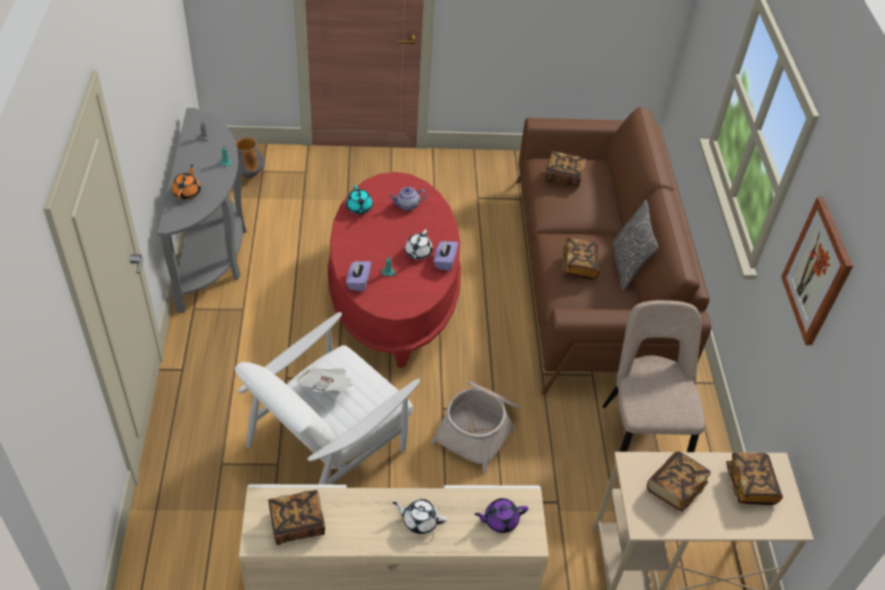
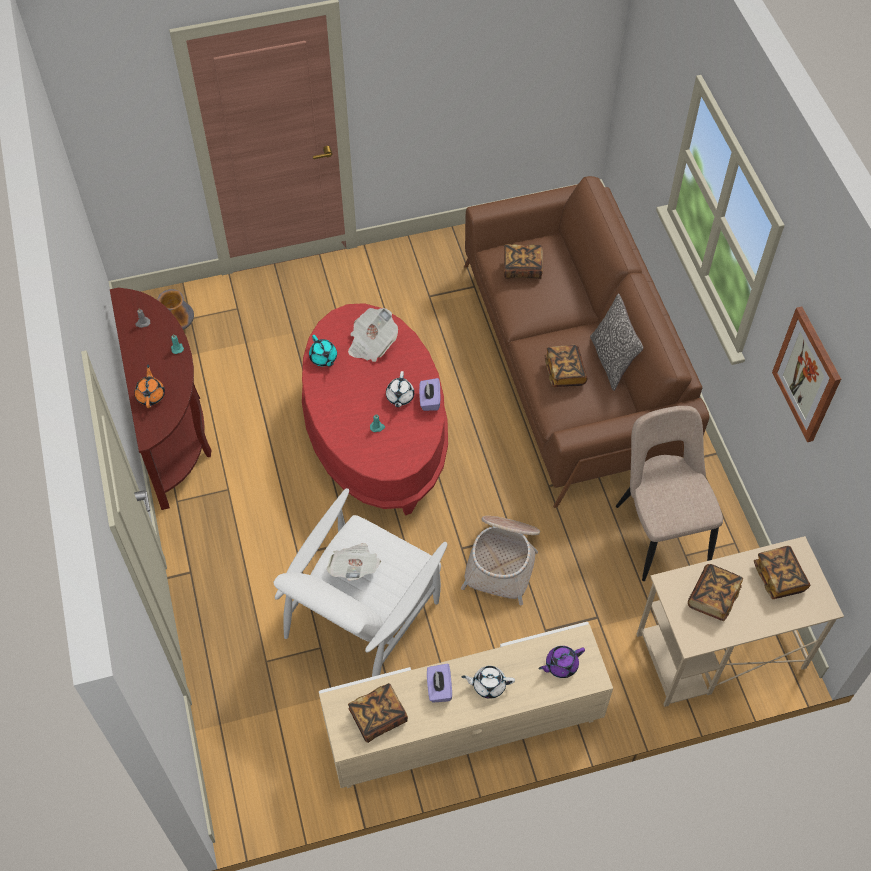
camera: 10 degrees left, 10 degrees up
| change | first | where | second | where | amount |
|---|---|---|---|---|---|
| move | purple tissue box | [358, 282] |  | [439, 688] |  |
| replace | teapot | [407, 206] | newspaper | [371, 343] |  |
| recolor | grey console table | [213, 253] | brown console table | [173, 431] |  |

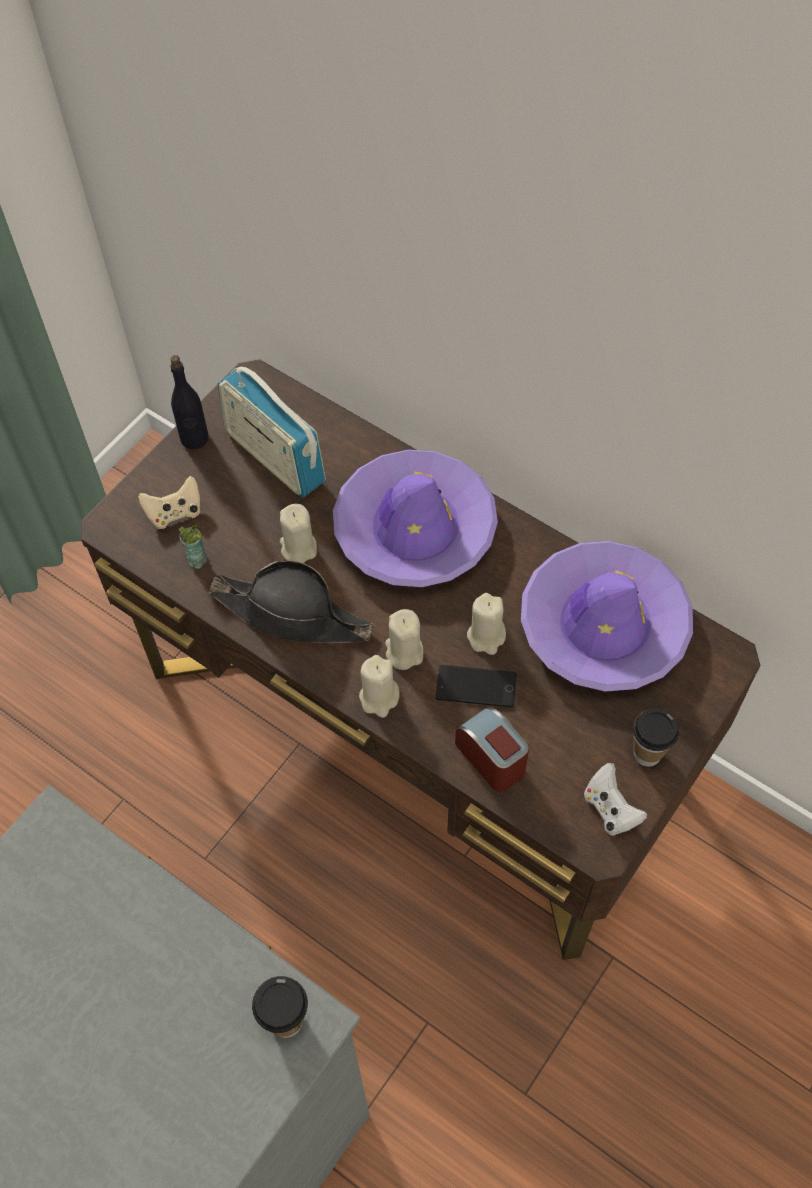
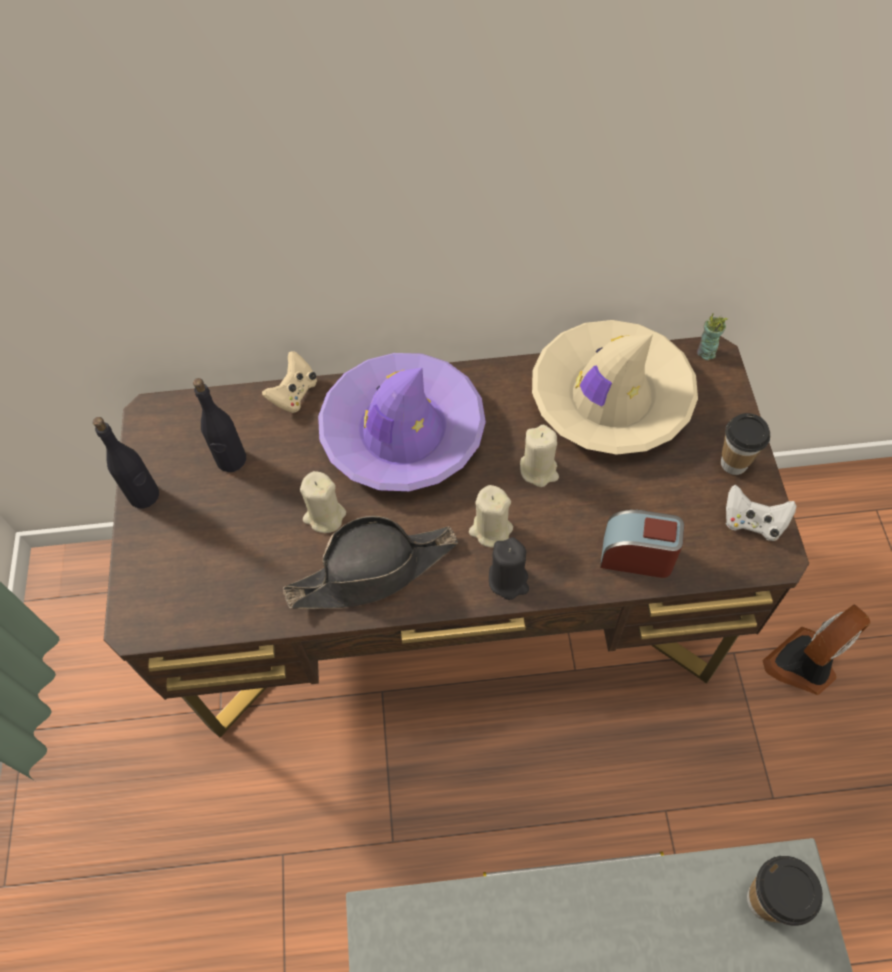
camera: 40 degrees left, 0 degrees up
| change | first | where | second | where | amount |
|---|---|---|---|---|---|
| delete | phone | [476, 686] |  |  |  |
| insert |  |  | fan | [804, 665] |  |
| move | beige game controller | [175, 513] |  | [294, 394] |  |
| move | cup | [197, 559] |  | [706, 352] |  |
| replace | radio | [274, 457] | black bottle | [231, 460] |  |
| recolor | beige candle | [379, 698] | black candle | [508, 580] |  |
| recolor | purple hat | [603, 625] | beige hat | [611, 398] |  |

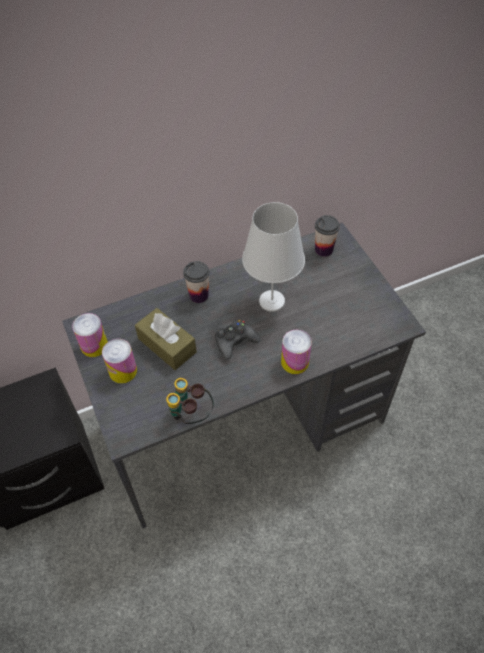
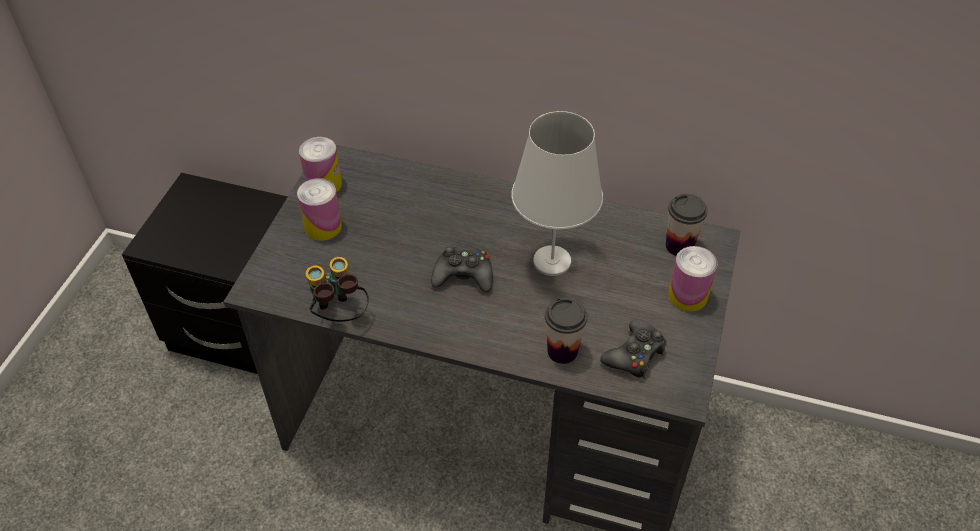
camera: 40 degrees right, 5 degrees down
| change | first | where | second | where | amount |
|---|---|---|---|---|---|
| delete | brown tissue box | [167, 345] |  |  |  |
| insert |  |  | black game controller | [635, 355] |  |
| move | cup | [199, 295] |  | [562, 351] |  |
| move | can | [295, 362] |  | [688, 295] |  |

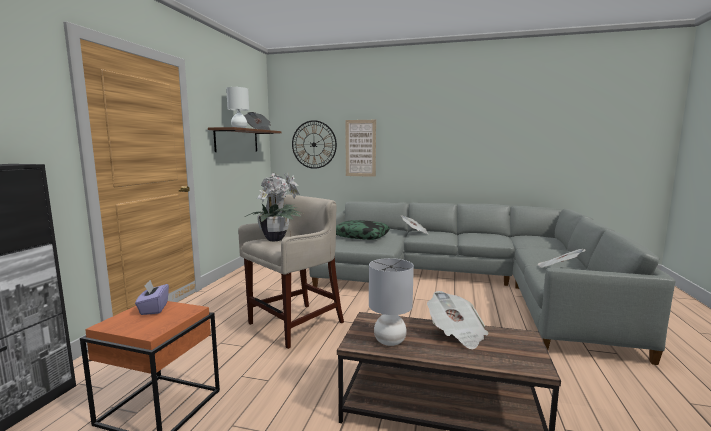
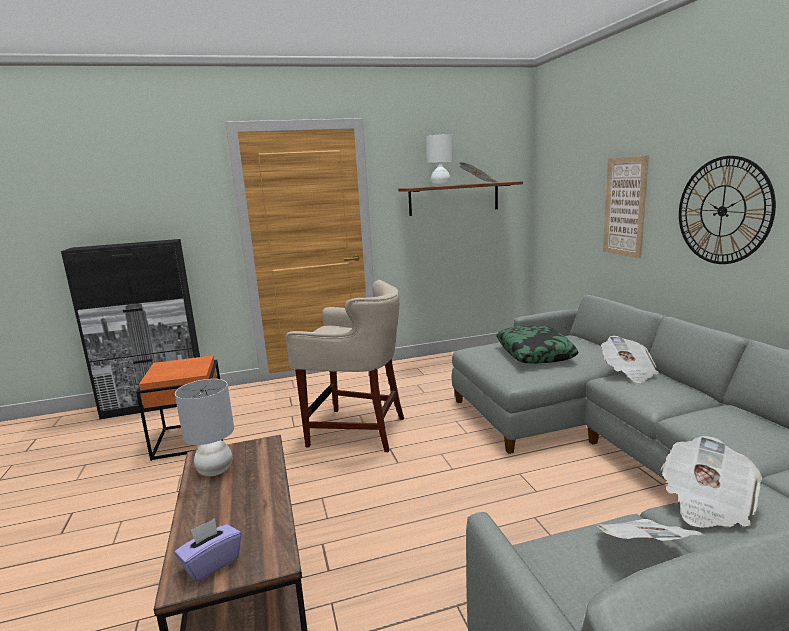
camera: 60 degrees right, 5 degrees up
| change | first | where | second | where | amount |
|---|---|---|---|---|---|
| delete | potted plant | [277, 239] |  |  |  |
| move | purple tissue box | [153, 308] |  | [211, 563] |  |
| move | wall clock | [314, 144] |  | [722, 211] |  |
| move | newspaper | [456, 334] |  | [706, 503] |  |

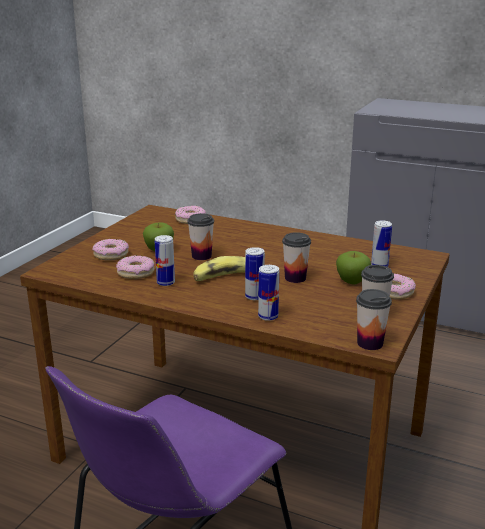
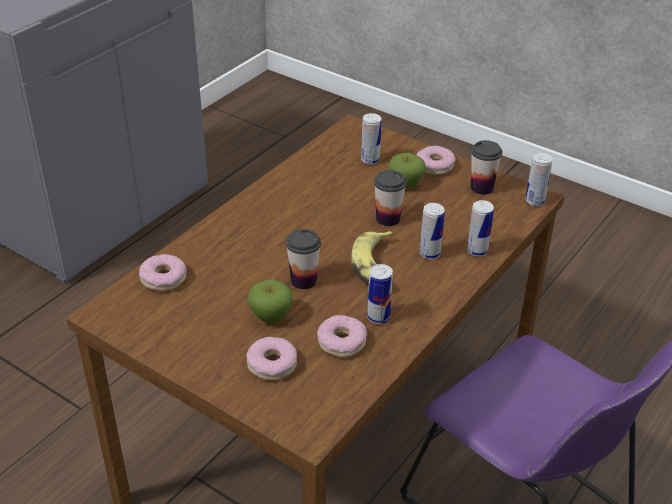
camera: 80 degrees left, 15 degrees up
| change | first | where | second | where | amount |
|---|---|---|---|---|---|
| replace | cup | [370, 343] | can | [535, 201] |  |

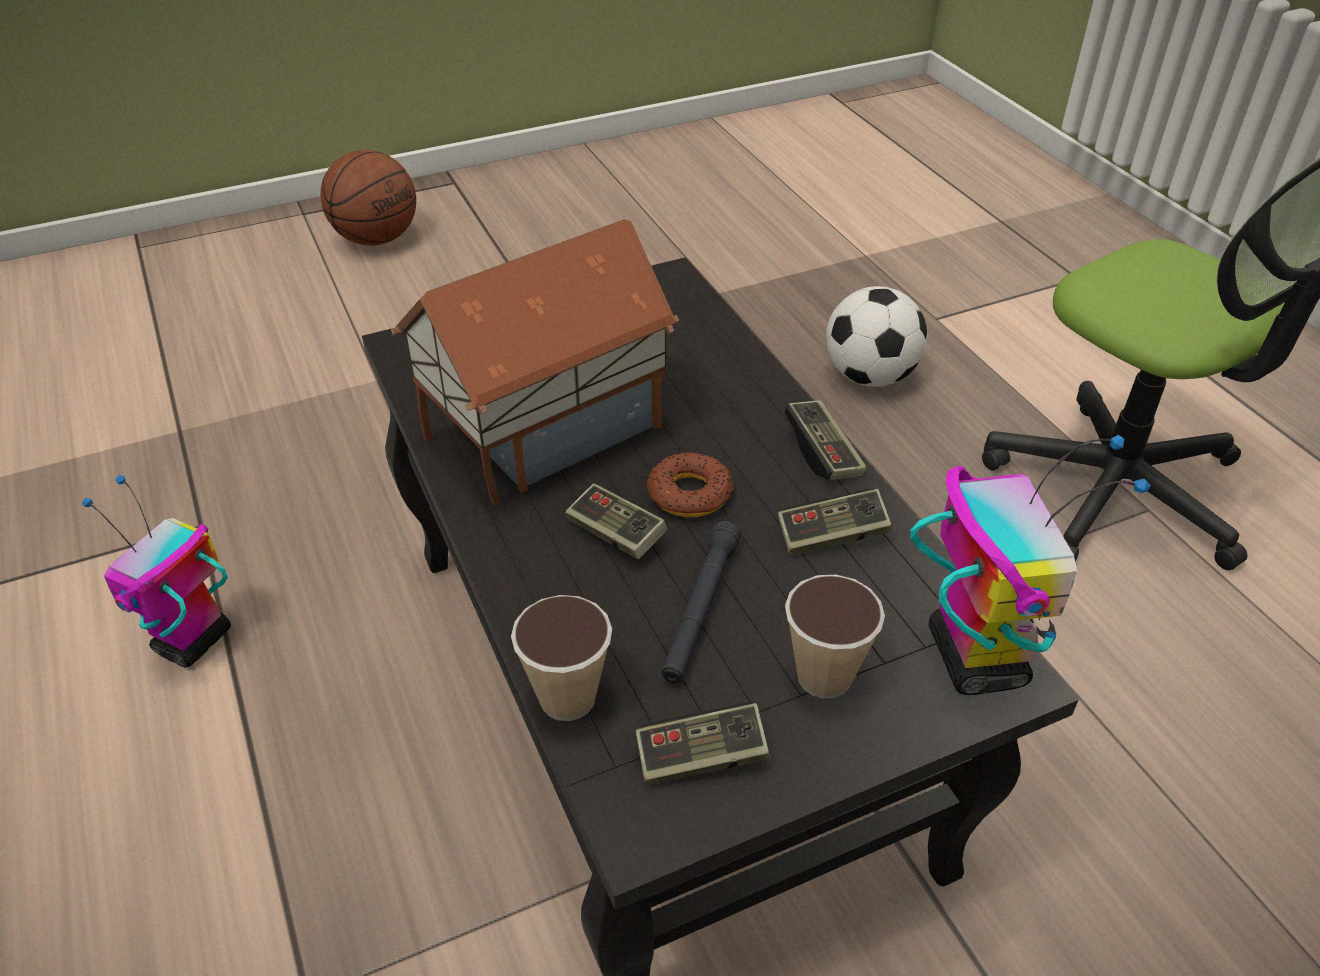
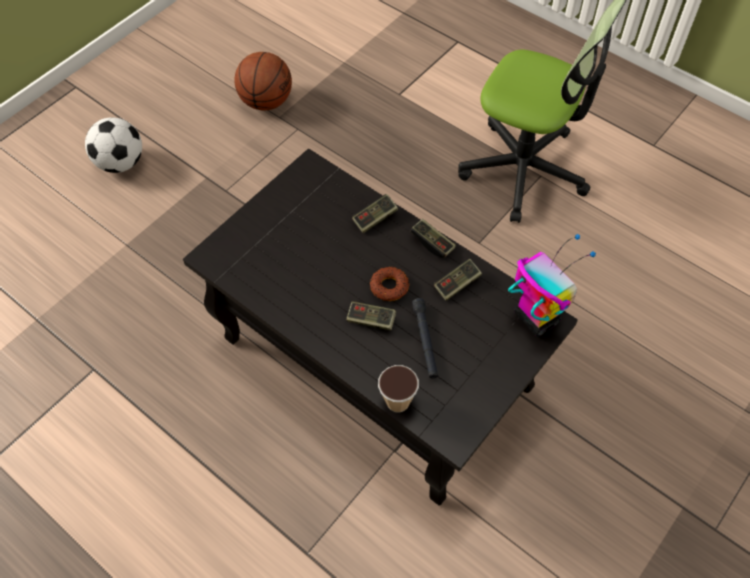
camera: 25 degrees left, 15 degrees up
| change | first | where | second | where | amount |
|---|---|---|---|---|---|
| delete | toy robot | [192, 643] |  |  |  |
| delete | toy house | [542, 431] |  |  |  |
| delete | cup | [824, 676] |  |  |  |
| move | basketball | [377, 238] |  | [266, 101] |  |
| move | game controller | [701, 757] |  | [375, 218] |  |
| move | football | [869, 376] |  | [121, 163] |  |

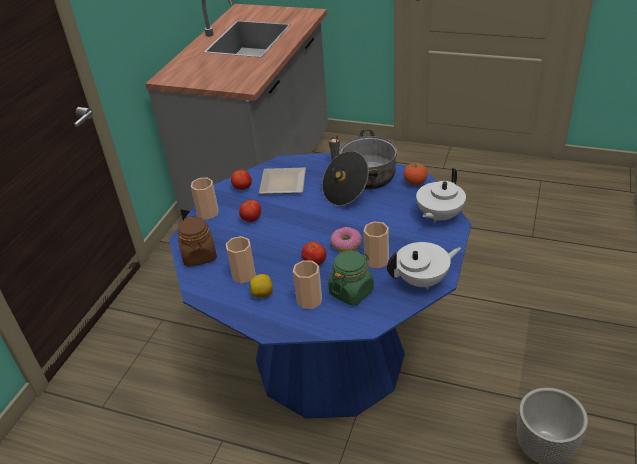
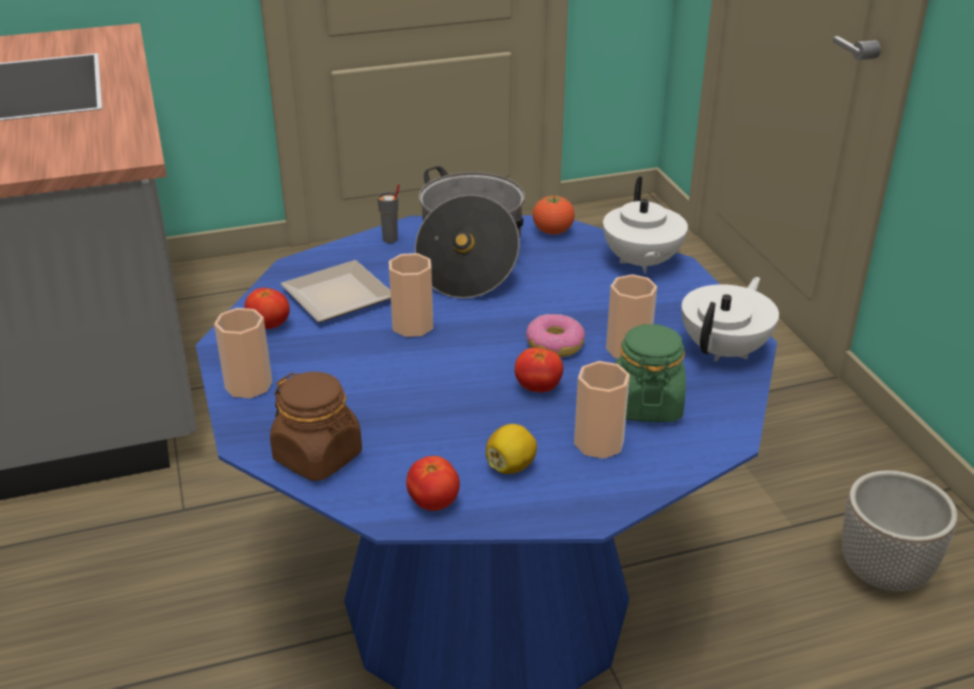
camera: 40 degrees left, 5 degrees down
| change | first | where | second | where | amount |
|---|---|---|---|---|---|
| move | cup | [243, 275] |  | [412, 325] |  |
| move | tomato | [251, 219] |  | [433, 502] |  |

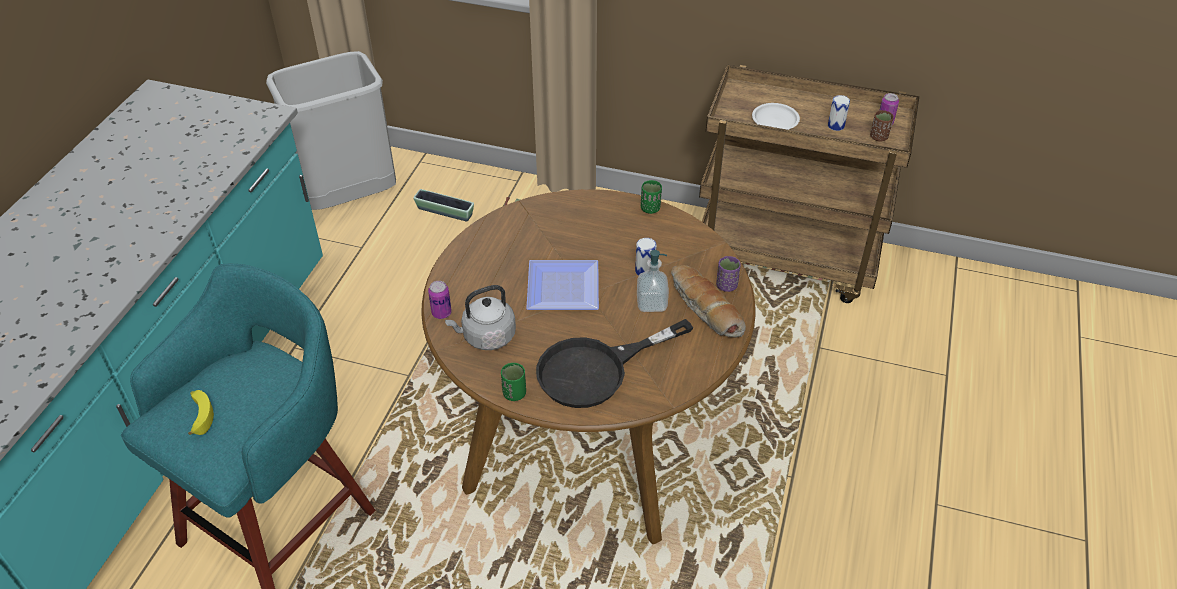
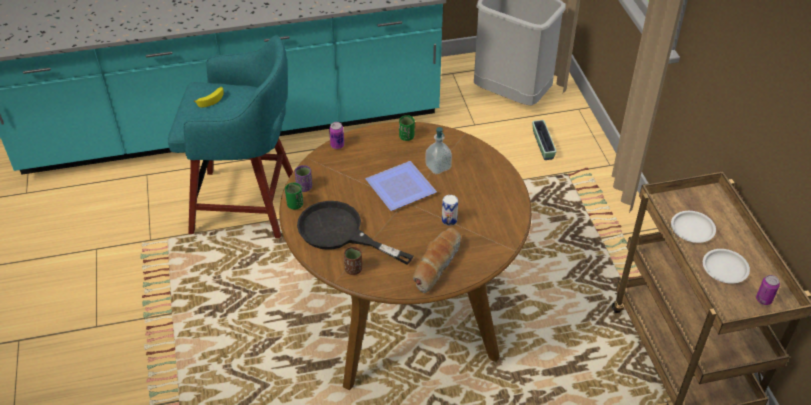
camera: 60 degrees right, 0 degrees up
| change | first | where | second | where | amount |
|---|---|---|---|---|---|
| delete | grey kettle | [486, 337] |  |  |  |
| move | soap dispenser | [651, 303] |  | [438, 167] |  |
| move | green cup | [650, 208] |  | [406, 137] |  |
| move | purple cup | [726, 285] |  | [304, 187] |  |
| move | brown cup | [878, 137] |  | [353, 269] |  |
| replace | can | [836, 126] | white plate | [725, 269] |  |

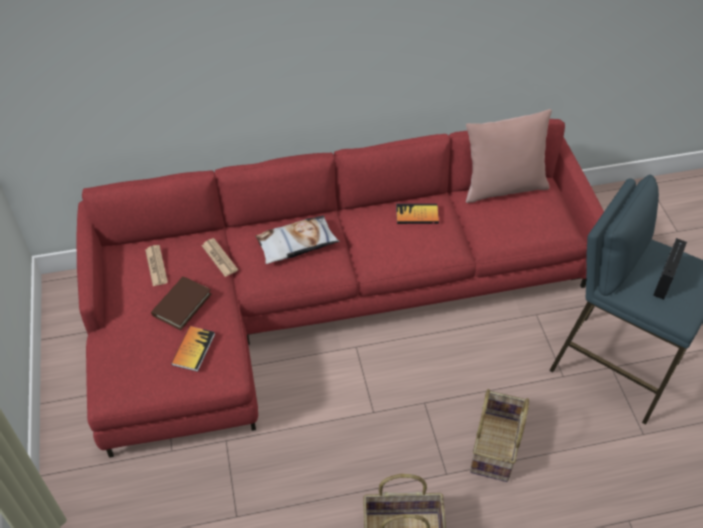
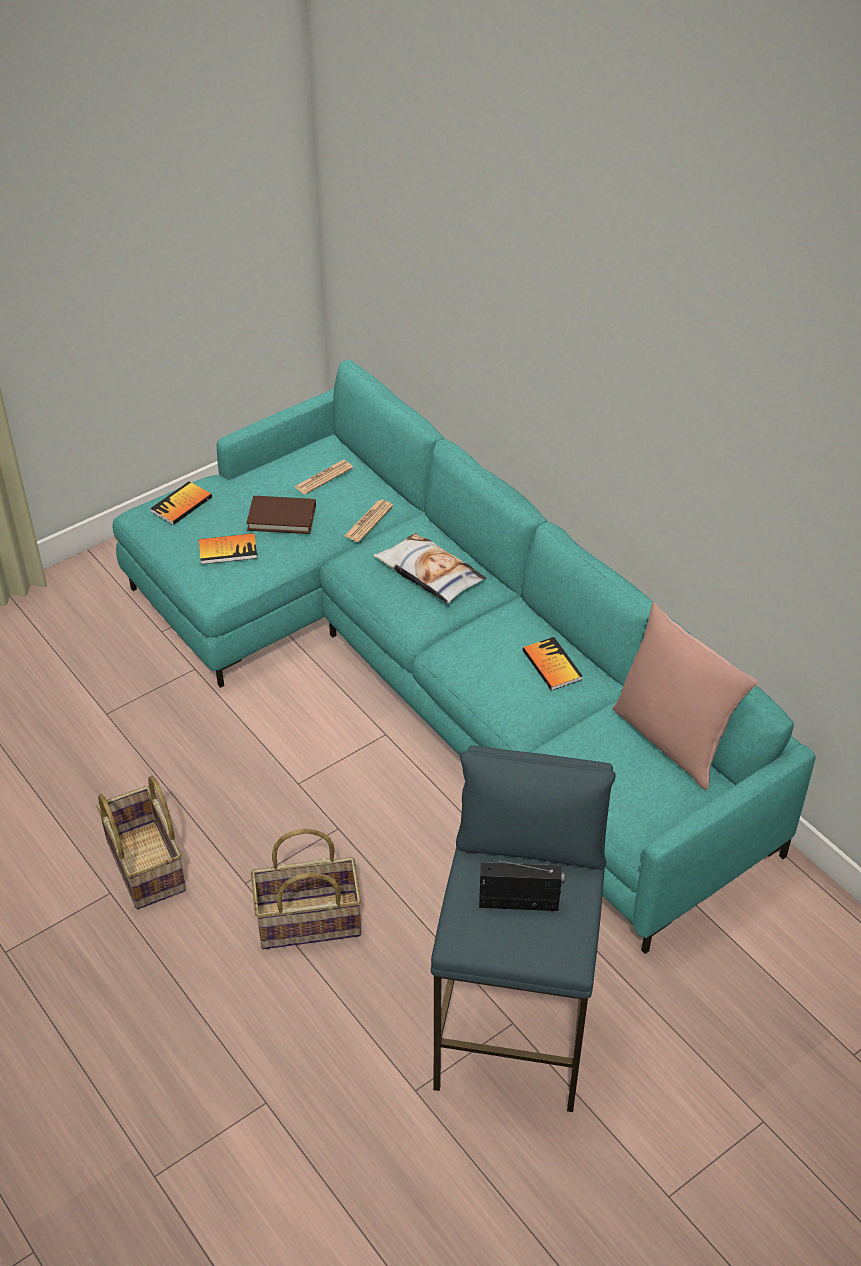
camera: 65 degrees right, 5 degrees down
| change | first | where | second | where | amount |
|---|---|---|---|---|---|
| insert |  |  | book | [181, 505] |  |
| recolor | red sofa | [318, 300] | turquoise sofa | [436, 674] |  |

